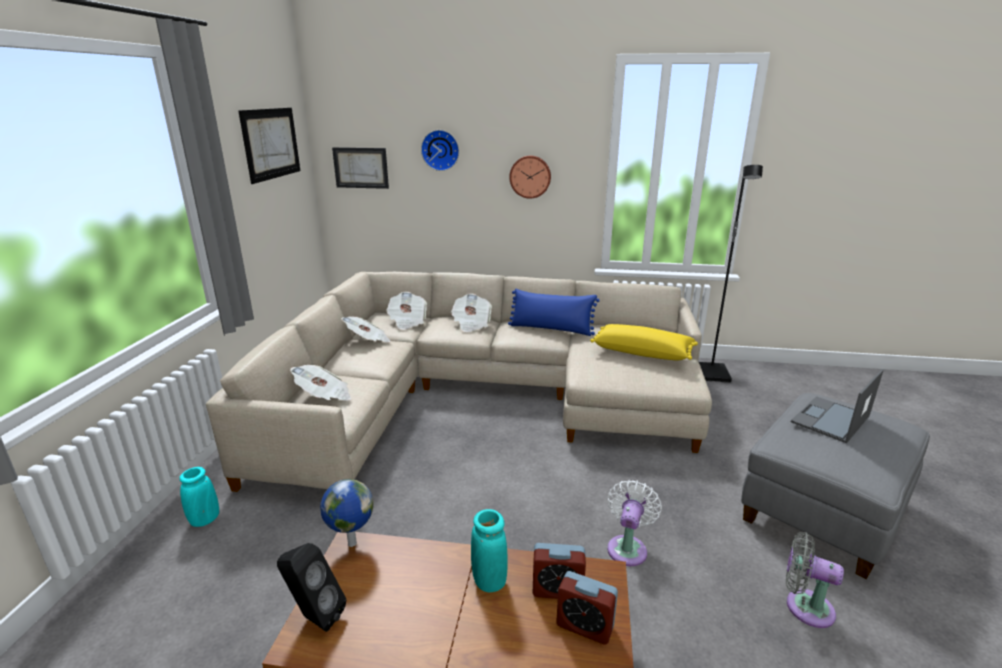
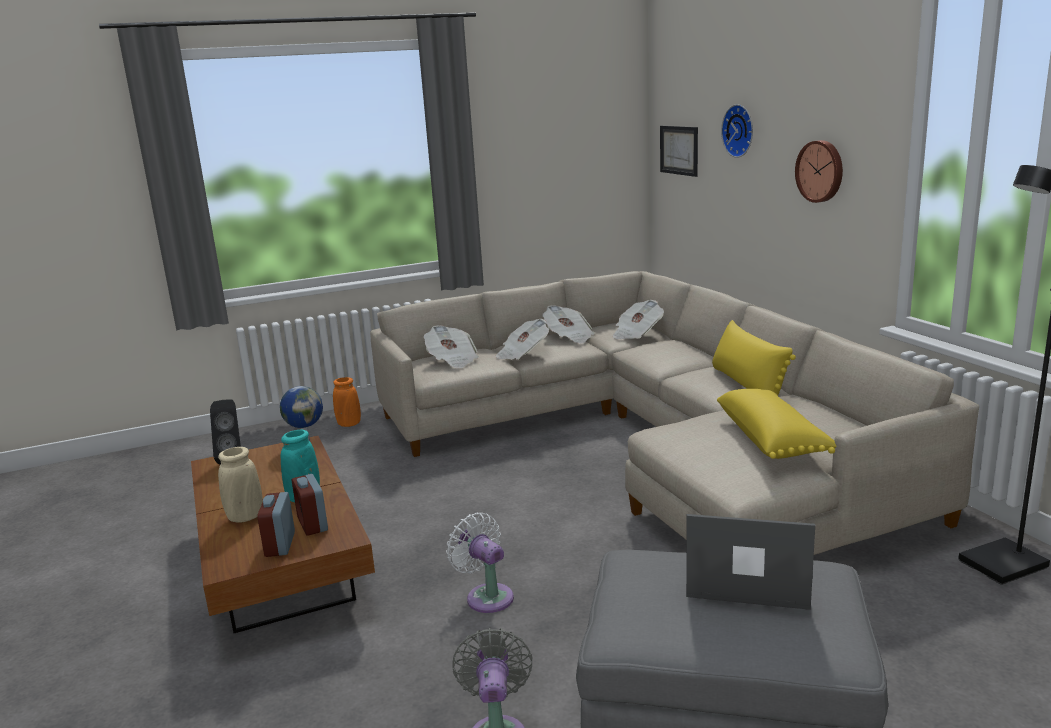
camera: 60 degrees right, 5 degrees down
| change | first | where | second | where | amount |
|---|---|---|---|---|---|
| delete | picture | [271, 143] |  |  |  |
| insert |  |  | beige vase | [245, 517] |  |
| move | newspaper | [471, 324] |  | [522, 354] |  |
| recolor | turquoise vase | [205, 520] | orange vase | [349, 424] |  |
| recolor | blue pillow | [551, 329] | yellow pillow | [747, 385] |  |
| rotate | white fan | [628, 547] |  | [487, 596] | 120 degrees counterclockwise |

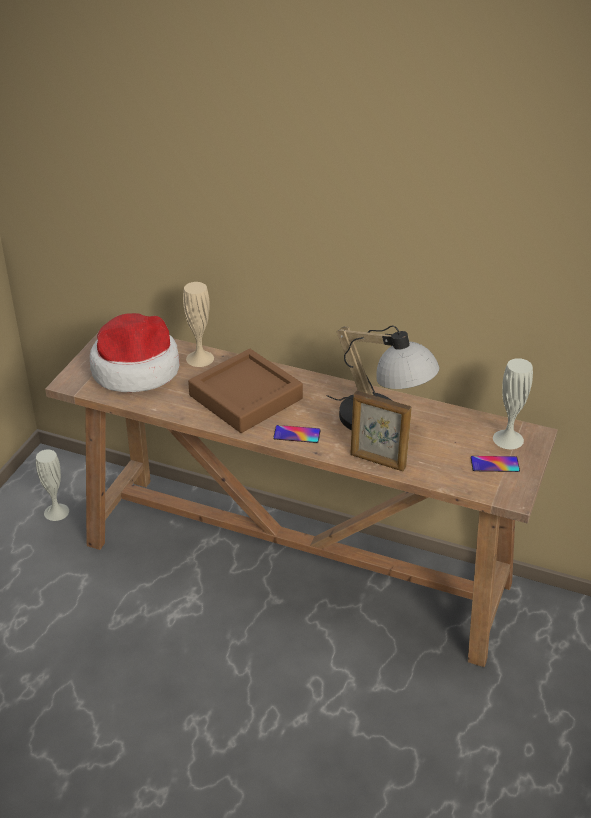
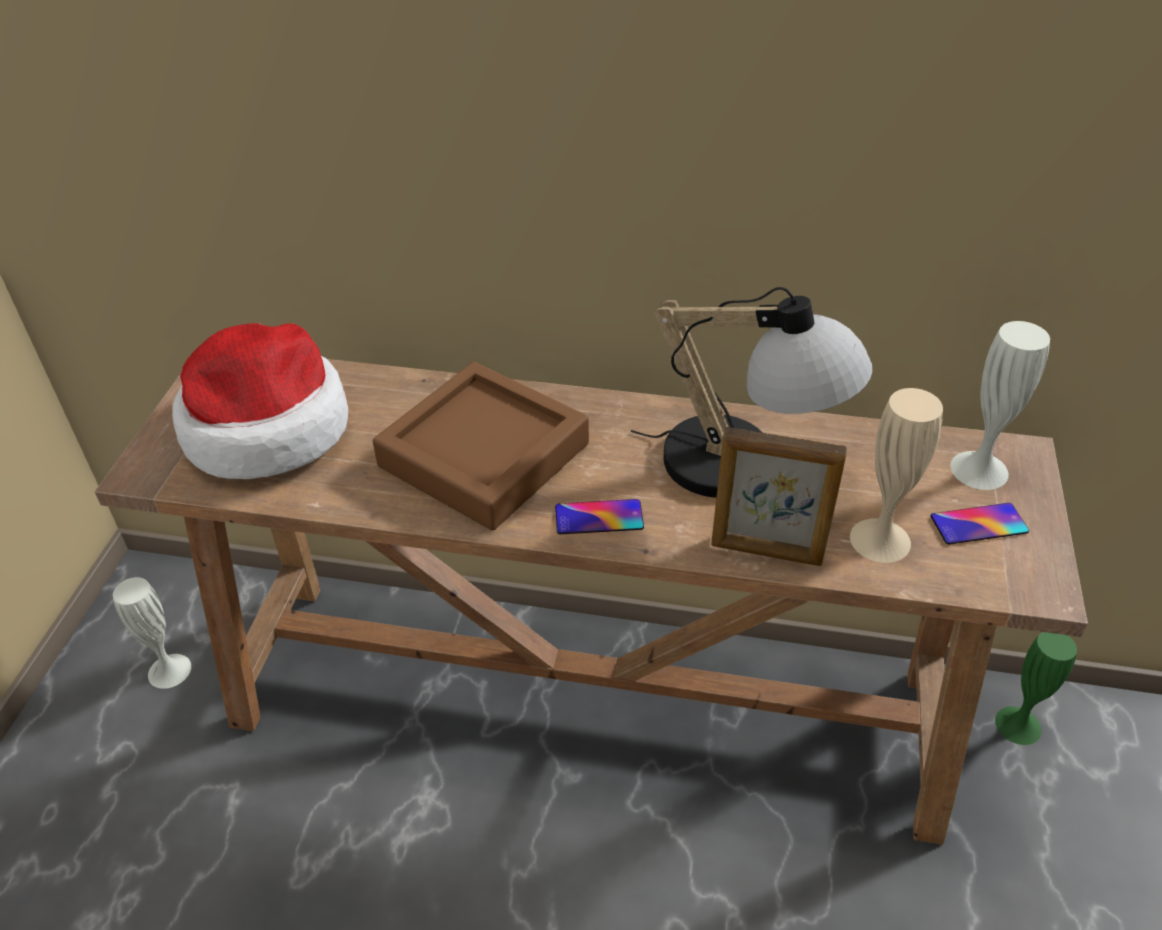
camera: 10 degrees left, 5 degrees up
| change | first | where | second | where | amount |
|---|---|---|---|---|---|
| insert |  |  | green vase | [1018, 725] |  |
| move | beige vase | [200, 358] |  | [880, 540] |  |

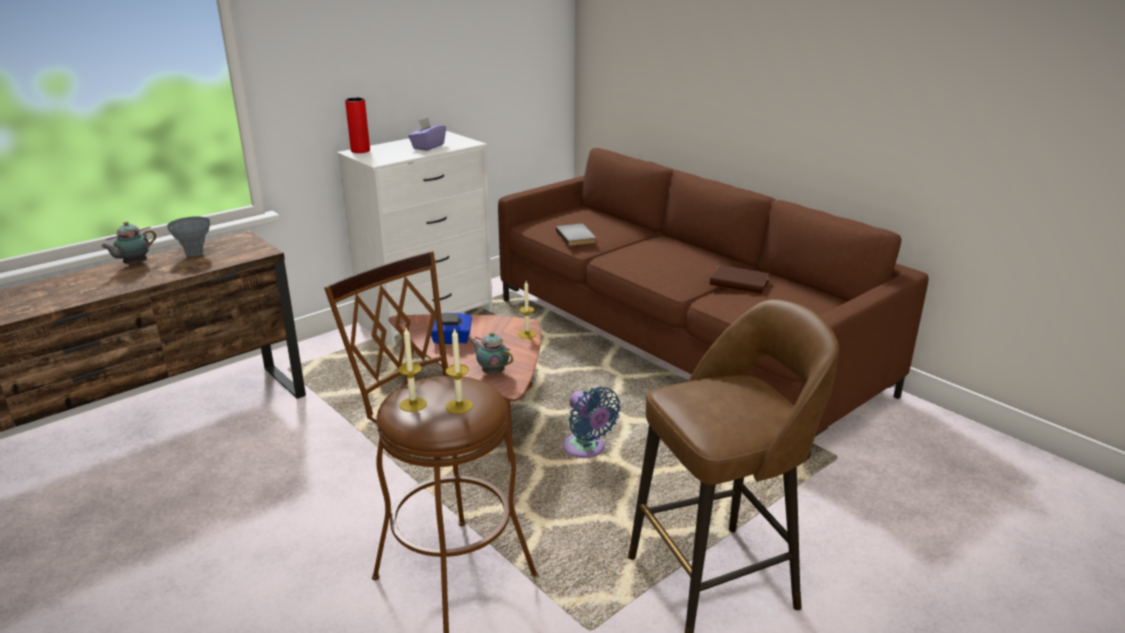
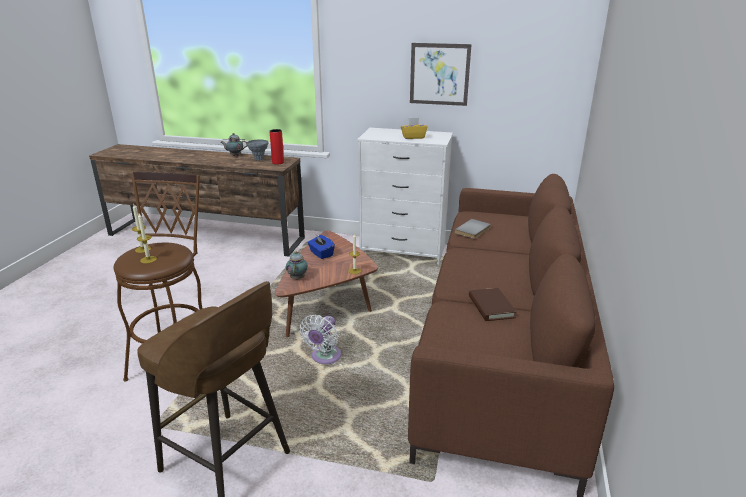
camera: 55 degrees right, 0 degrees up
| change | first | where | second | where | amount |
|---|---|---|---|---|---|
| insert |  |  | picture | [439, 74] |  |
| move | red vase | [360, 151] |  | [278, 162] |  |
| recolor | purple tissue box | [428, 147] | yellow tissue box | [413, 137] |  |
| recolor | blue fan | [586, 449] | white fan | [324, 357] |  |

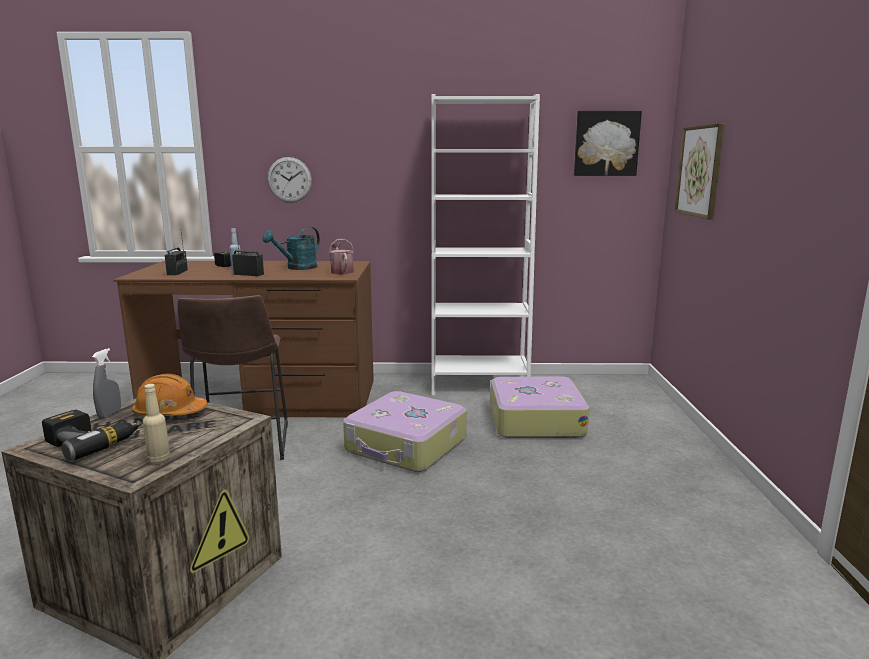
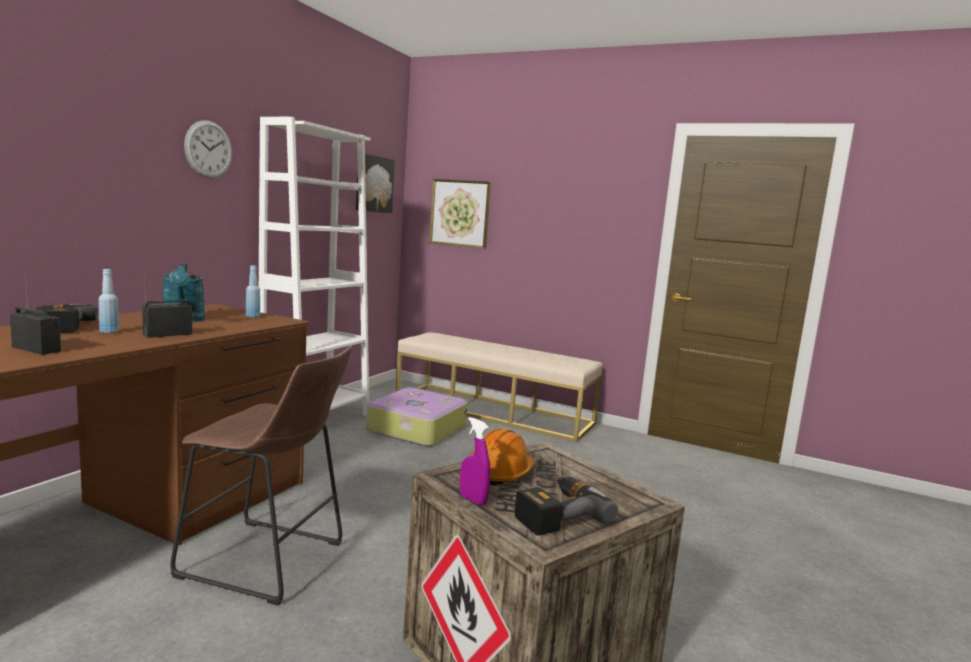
camera: 65 degrees left, 5 degrees down
| change | first | where | second | where | amount |
|---|---|---|---|---|---|
| delete | beige bottle | [159, 459] |  |  |  |
| delete | suitcase | [406, 446] |  |  |  |
| insert |  |  | beige bench | [493, 411] |  |
| move | wall clock | [289, 180] |  | [208, 149] |  |
| replace | watering can | [341, 271] | blue bottle | [252, 316] |  |
| recolor | grey spray bottle | [109, 414] | purple spray bottle | [473, 500] |  |

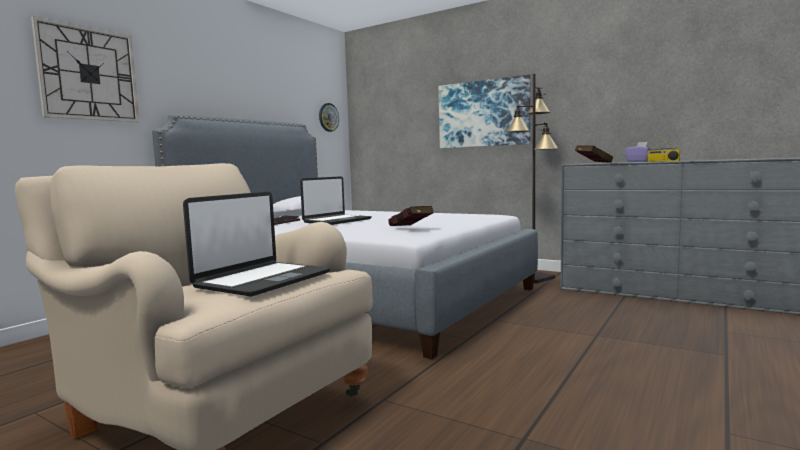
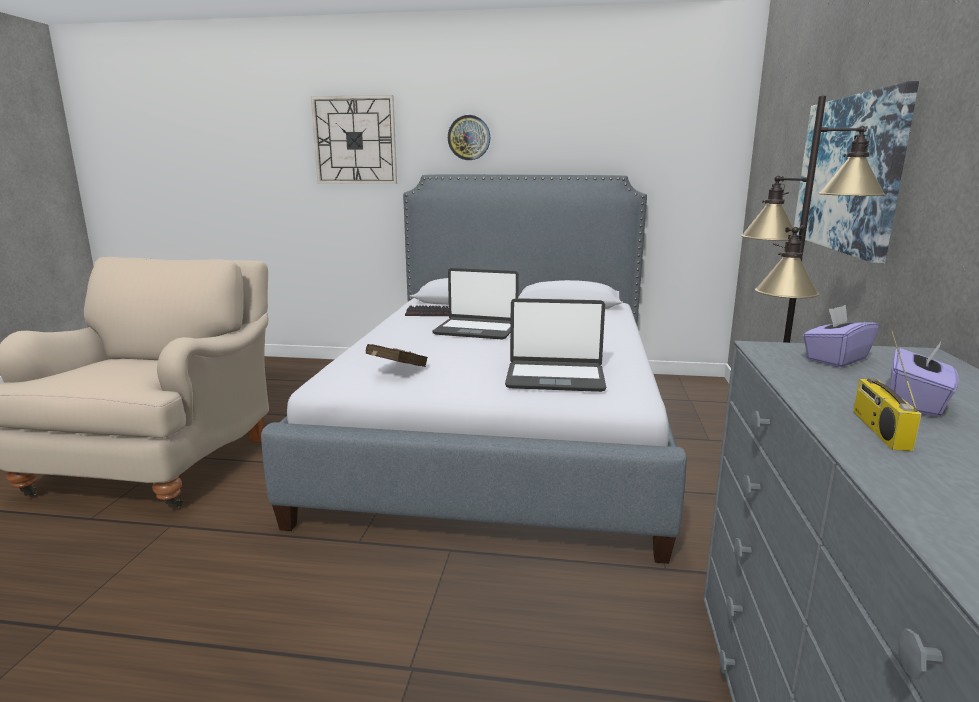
camera: 65 degrees right, 10 degrees up
| change | first | where | second | where | amount |
|---|---|---|---|---|---|
| move | laptop | [262, 280] |  | [555, 378] |  |
| move | wall clock | [328, 117] |  | [469, 137] |  |
| replace | red book | [592, 163] | purple tissue box | [835, 359] |  |

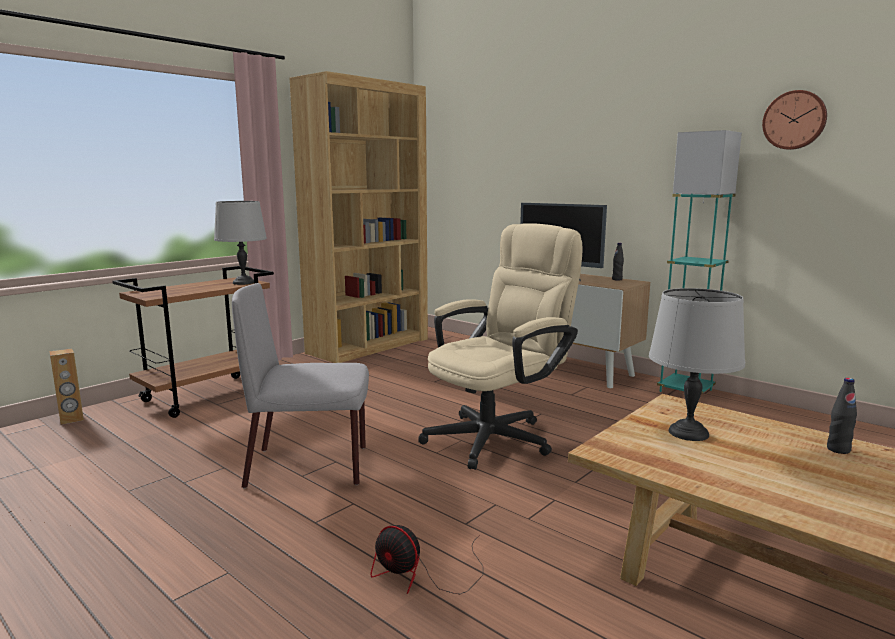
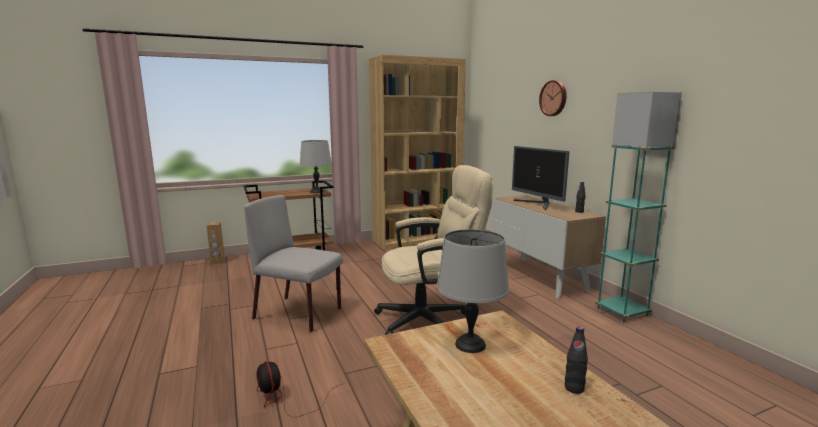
camera: 25 degrees right, 0 degrees up
| change | first | where | second | where | amount |
|---|---|---|---|---|---|
| move | wall clock | [794, 120] |  | [554, 98] |  |

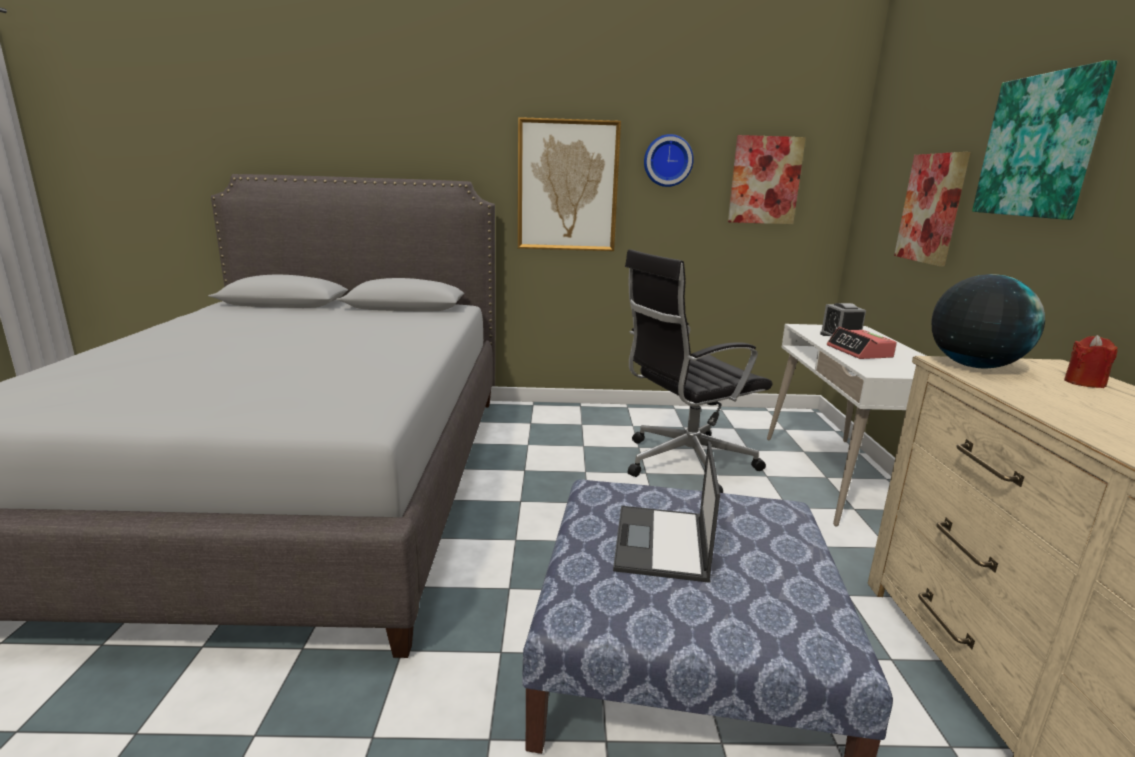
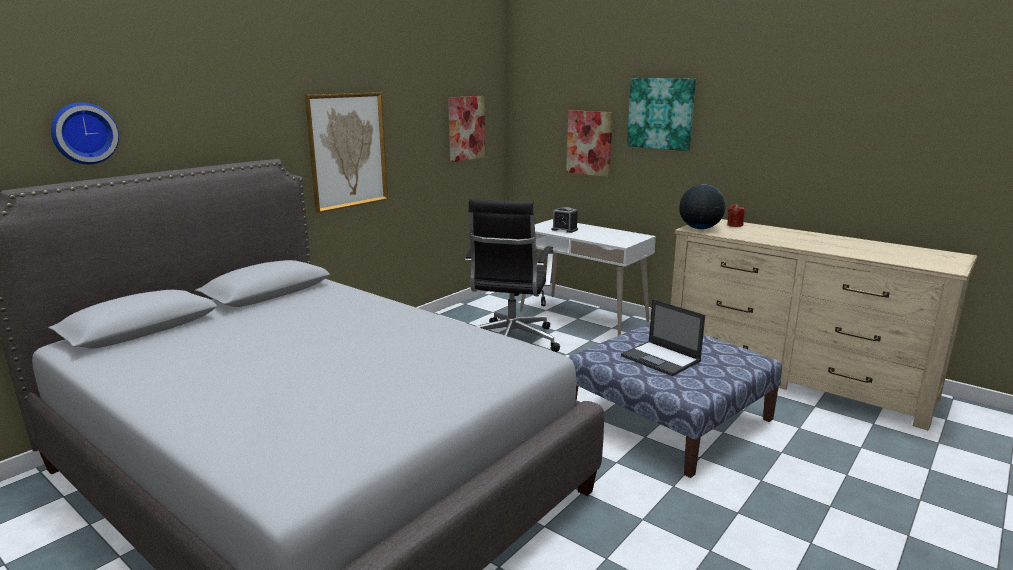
camera: 50 degrees left, 0 degrees up
| change | first | where | second | where | amount |
|---|---|---|---|---|---|
| delete | alarm clock | [859, 352] |  |  |  |
| move | wall clock | [667, 160] |  | [83, 133] |  |

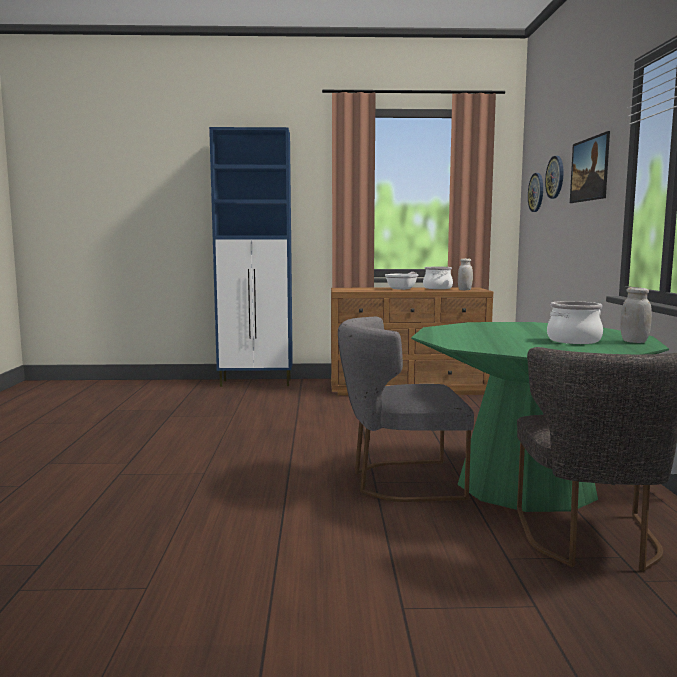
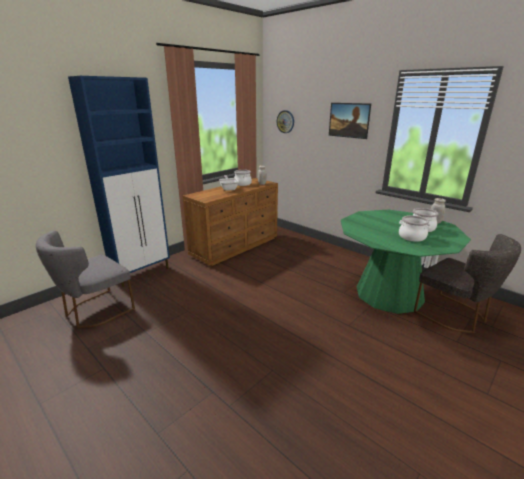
camera: 45 degrees left, 15 degrees up
| change | first | where | second | where | amount |
|---|---|---|---|---|---|
| delete | wall clock | [555, 177] |  |  |  |
| insert |  |  | cooking pot | [412, 237] |  |
| move | grey chair | [400, 481] |  | [95, 311] |  |

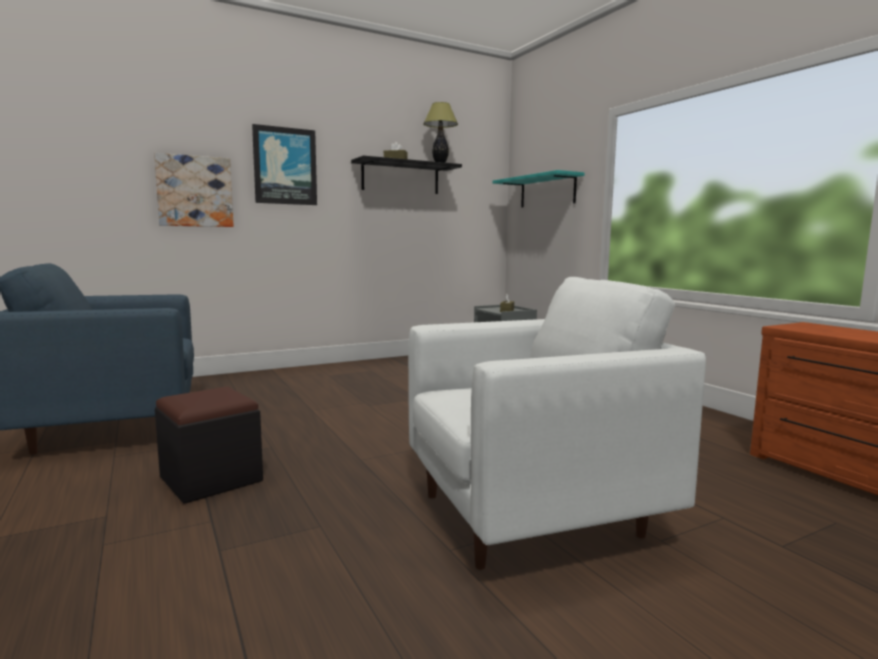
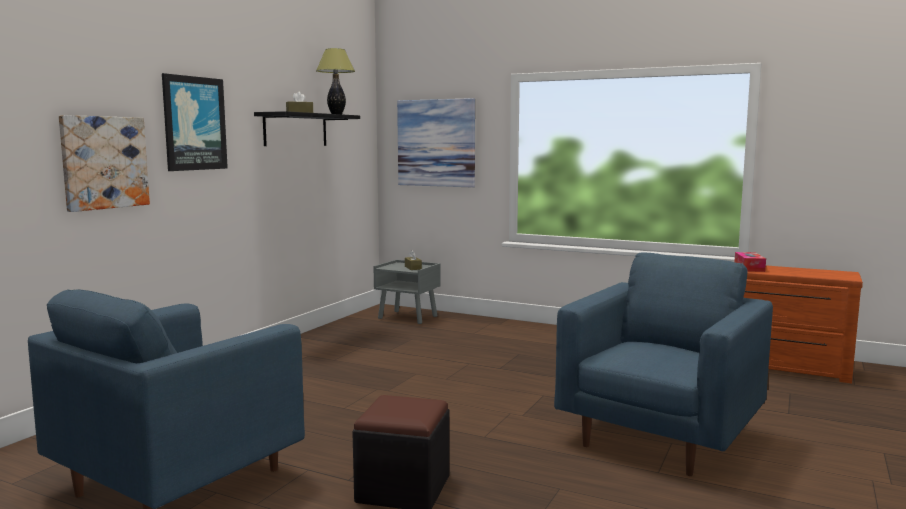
camera: 35 degrees left, 0 degrees up
| change | first | where | second | where | amount |
|---|---|---|---|---|---|
| insert |  |  | tissue box | [749, 268] |  |
| replace | turquoise shelf | [547, 191] | picture | [436, 143] |  |
| recolor | white armchair | [530, 515] | blue armchair | [660, 437] |  |

